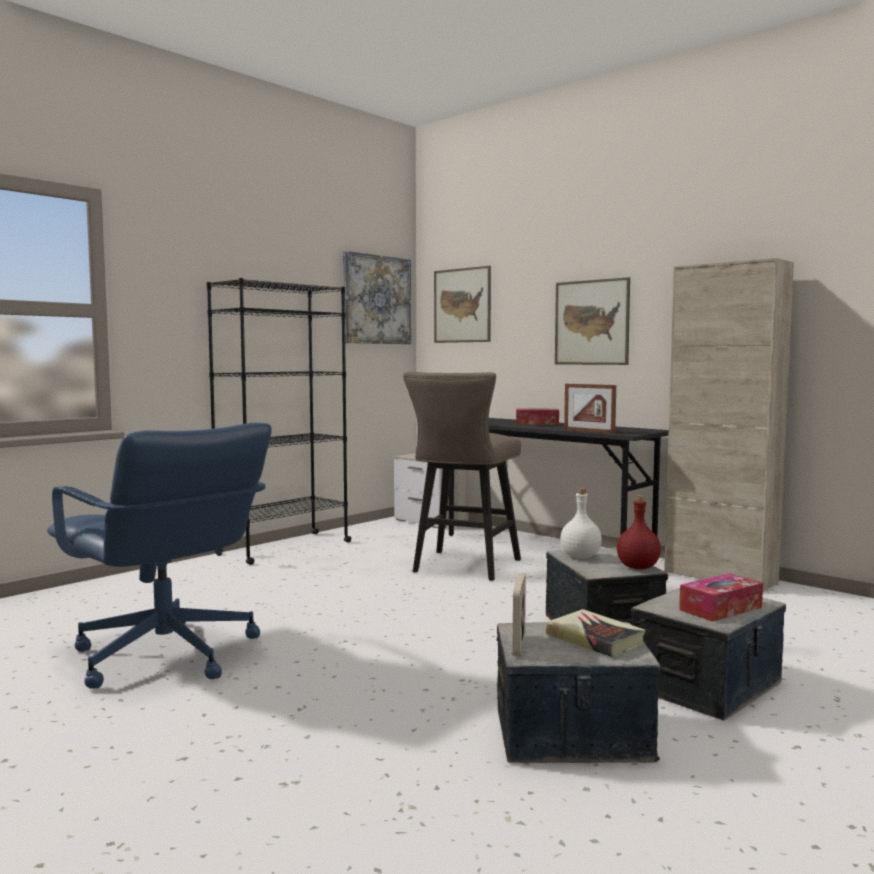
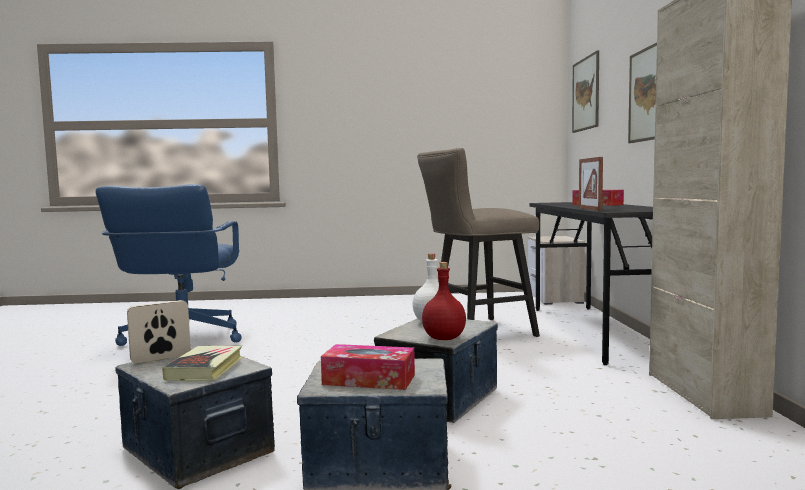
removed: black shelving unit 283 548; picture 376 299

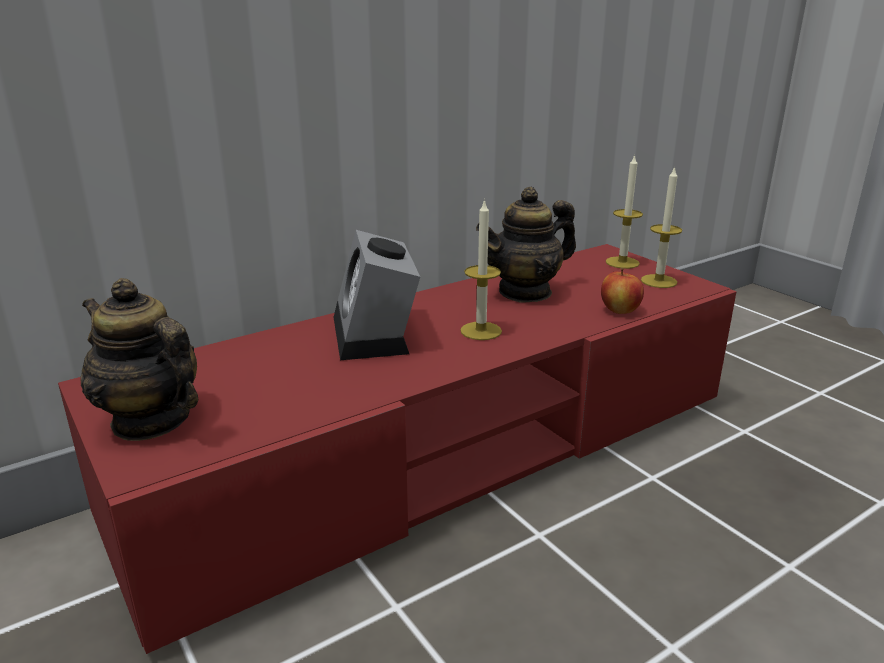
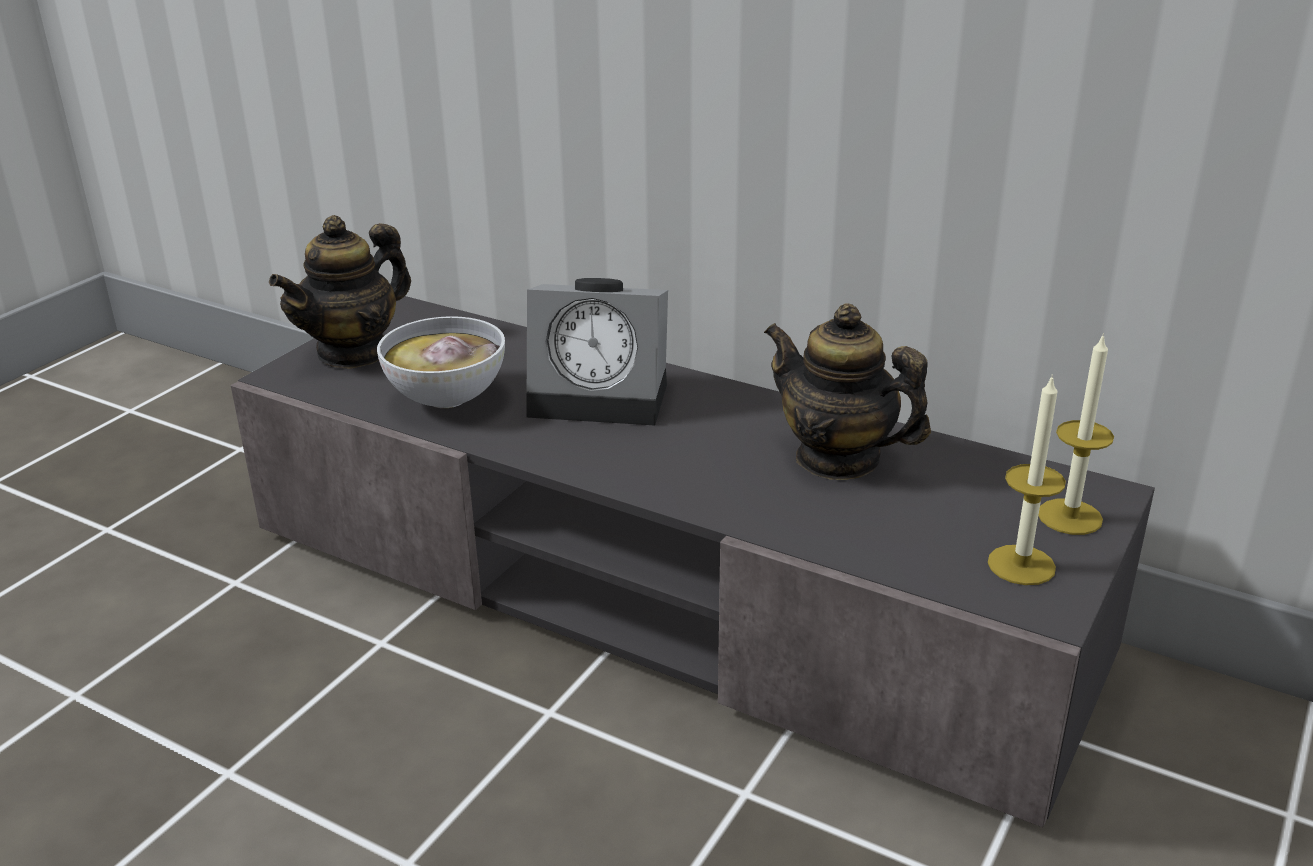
removed: wax candle 481 331; apple fruit 620 310
added: serving bowl 447 399
recoloured: red tv unit 442 454 to greyish tv unit 658 592
turned: tea pot 150 420 = 354 352 150 degrees counterclockwise; table clock 376 335 = 604 397 135 degrees counterclockwise

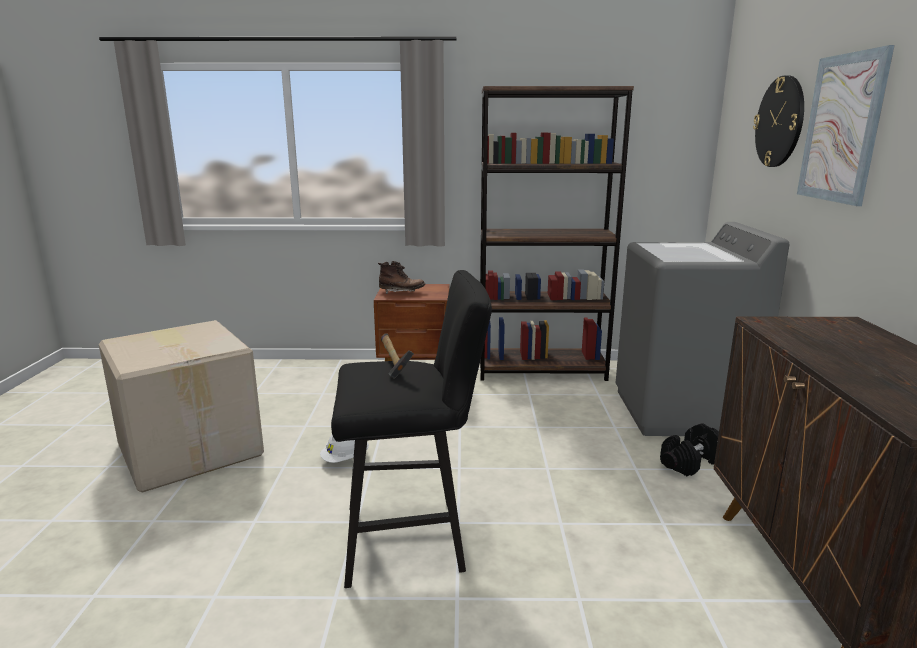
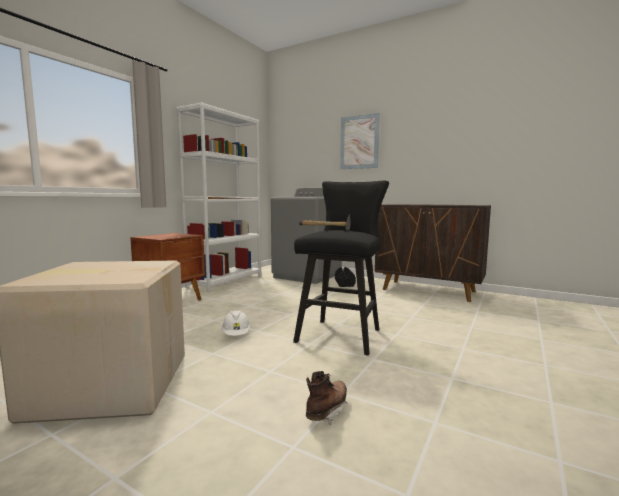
removed: hanging clock 780 122
moved: brownish high-top boot 401 292 to 327 410
recoloured: brownish shelving unit 541 370 to white-coloured shelving unit 226 281

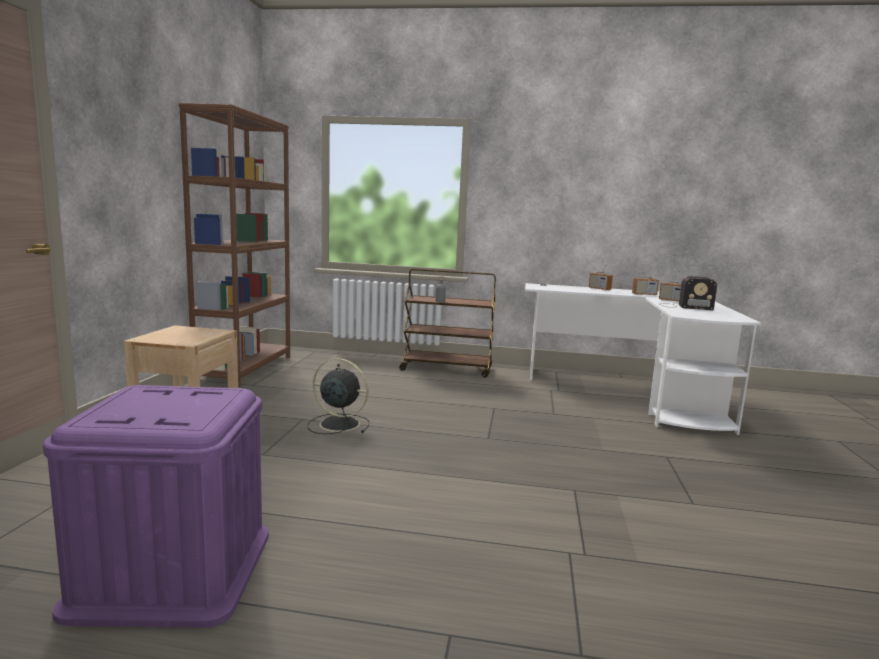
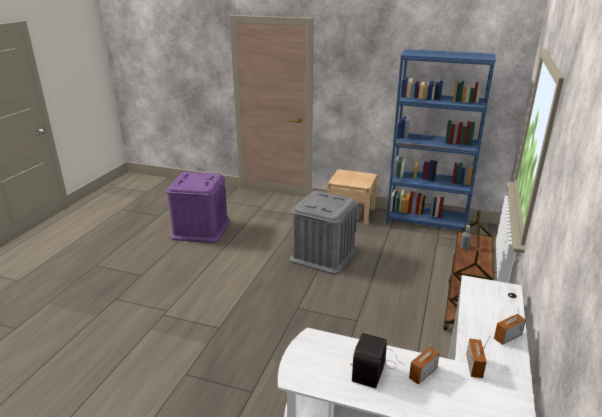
replaced: black electric fan 338 424 to greyish storage container 323 255
recoloured: brownish shelving unit 245 368 to bluish shelving unit 426 222

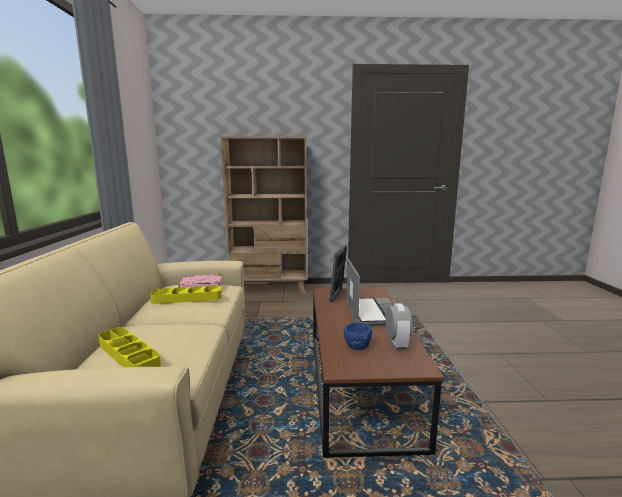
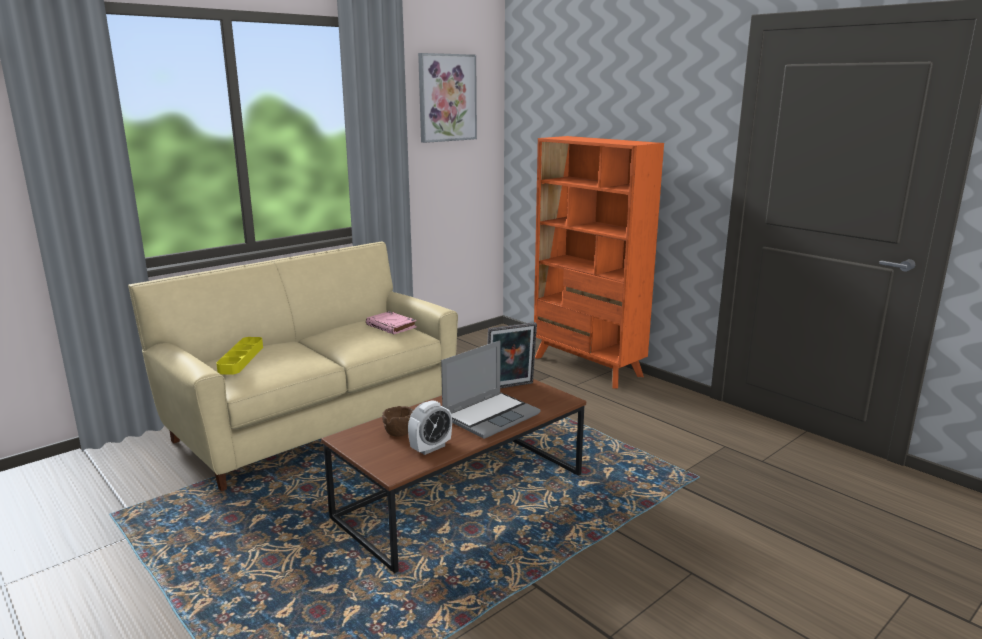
removed: yellowish carrying tray 187 298
added: picture 447 98
recoloured: beige-coloured shelving unit 269 290 to orange-coloured shelving unit 587 367; bluish serving bowl 357 346 to brownish serving bowl 399 432

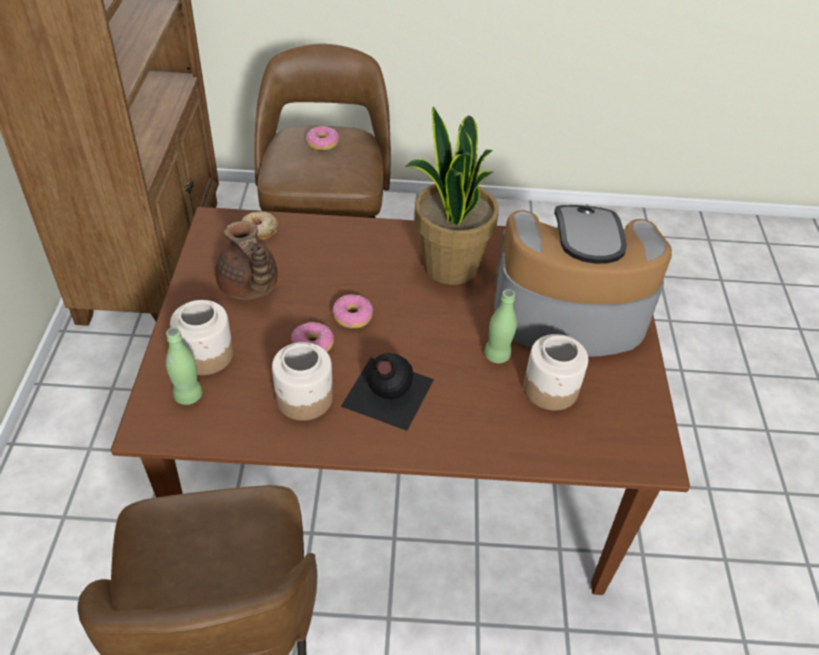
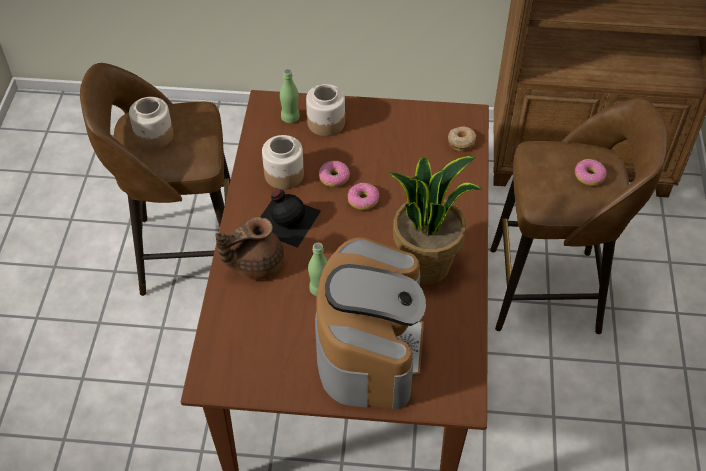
moved: brownish tea pot 249 287 to 255 264; jar 551 388 to 154 136

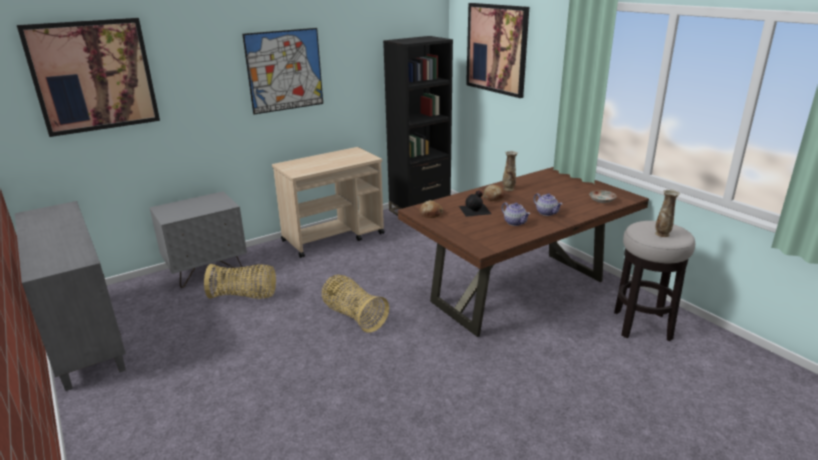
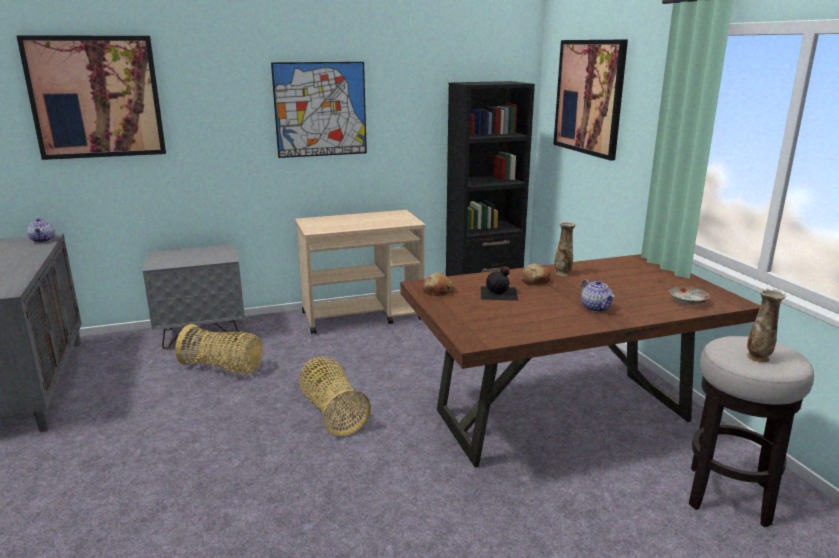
moved: tea pot 515 222 to 43 240

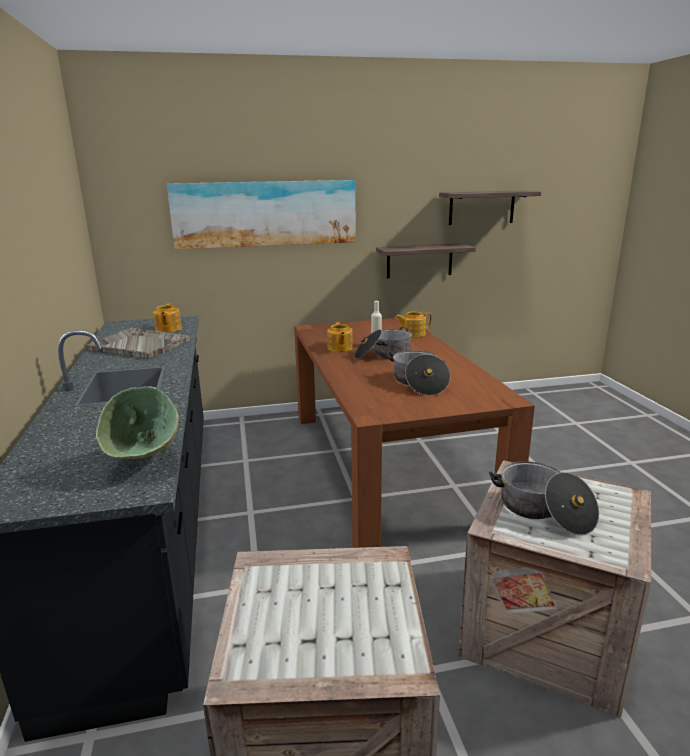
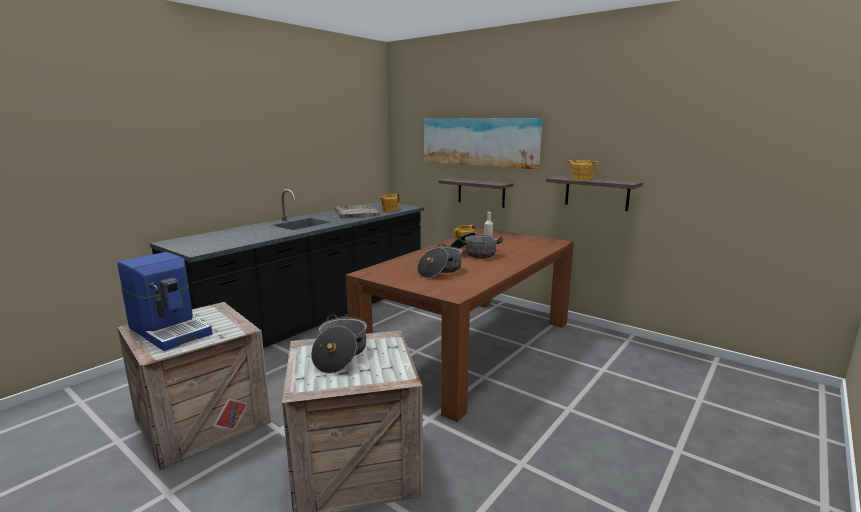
removed: green-coloured serving bowl 148 464
added: coffee machine 171 330
moved: tea pot 413 334 to 581 179; bracket shelf 481 207 to 481 192

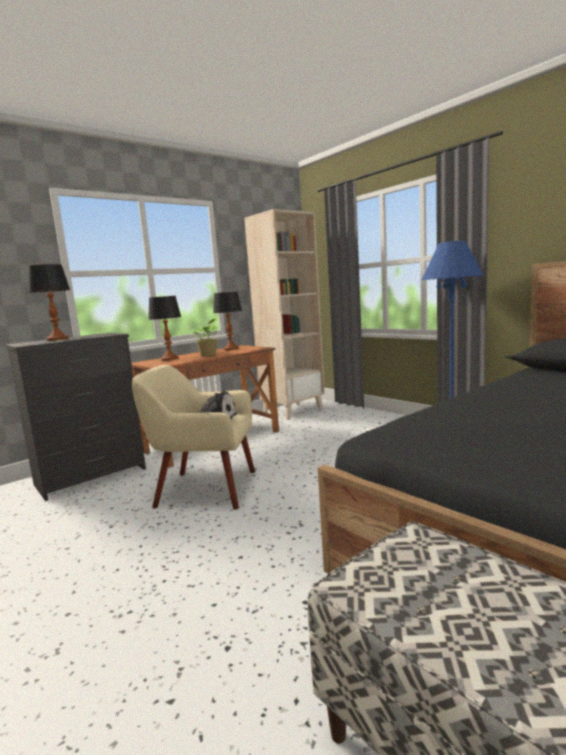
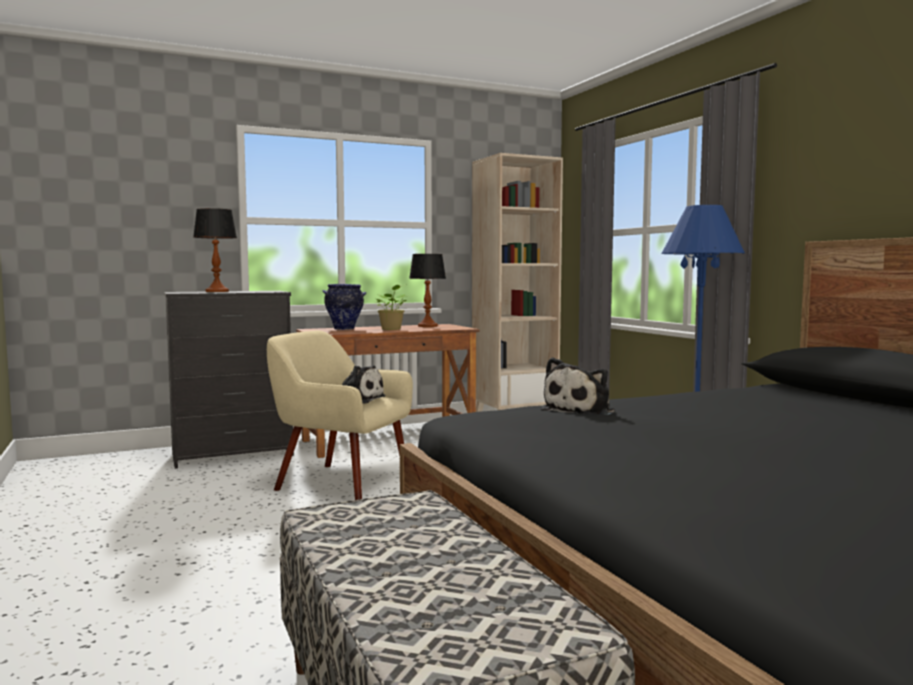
added: soft toy 581 411
replaced: table lamp 170 359 to flower vase 344 329

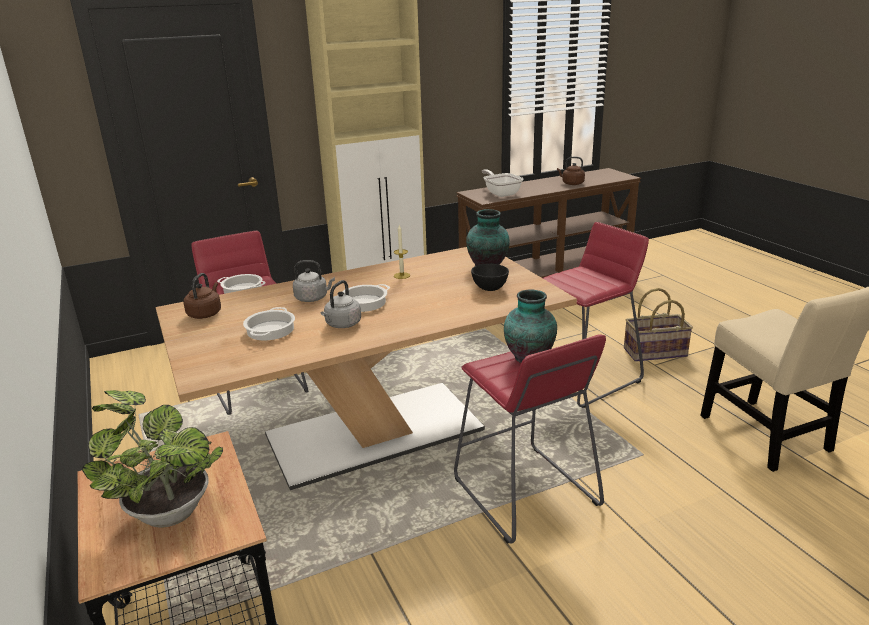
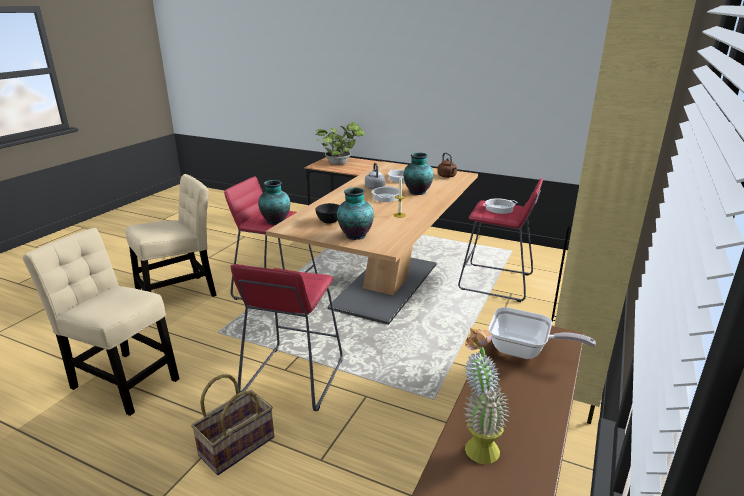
added: beige-coloured plain chair 180 293
replaced: greyish water kettle 313 298 to flower vase 417 192; brownish water kettle 571 183 to houseplant 477 443

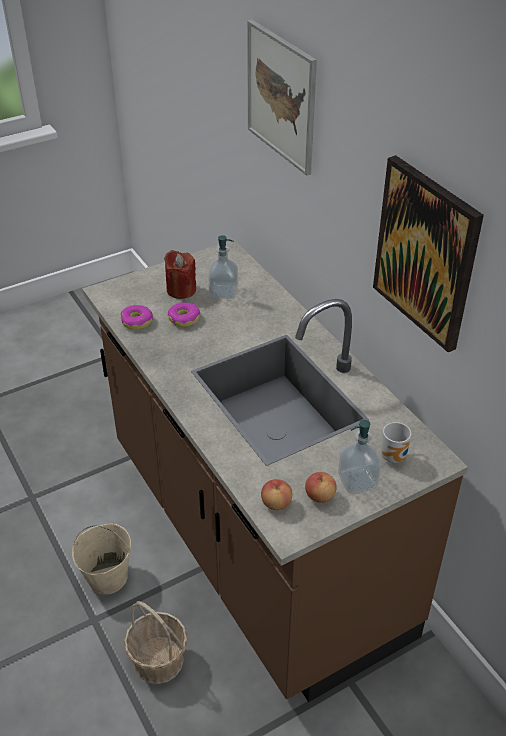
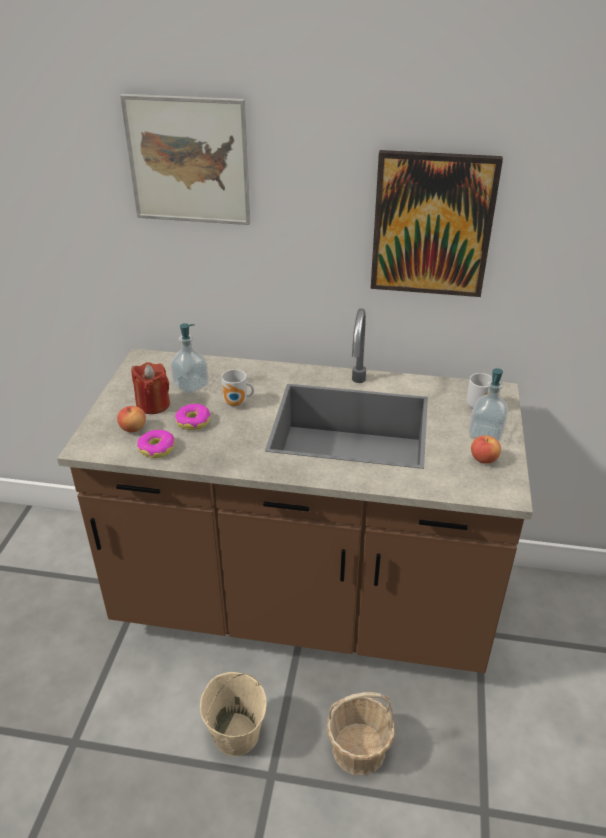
added: mug 237 404
moved: apple fruit 276 503 to 133 428

